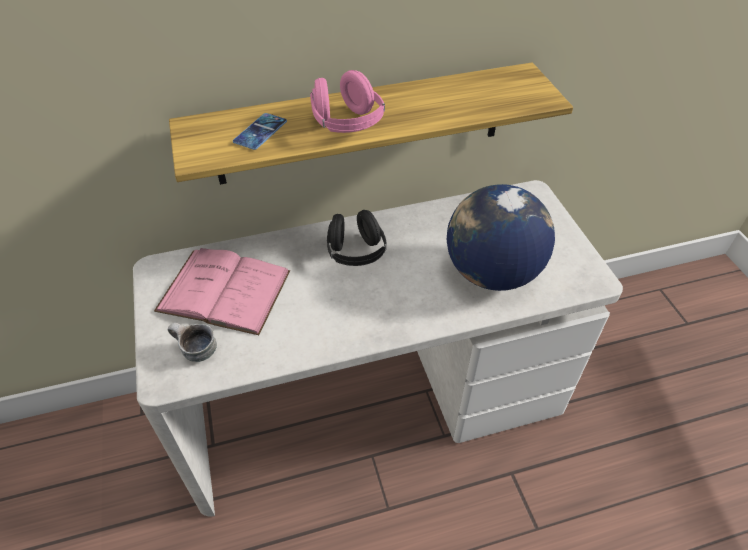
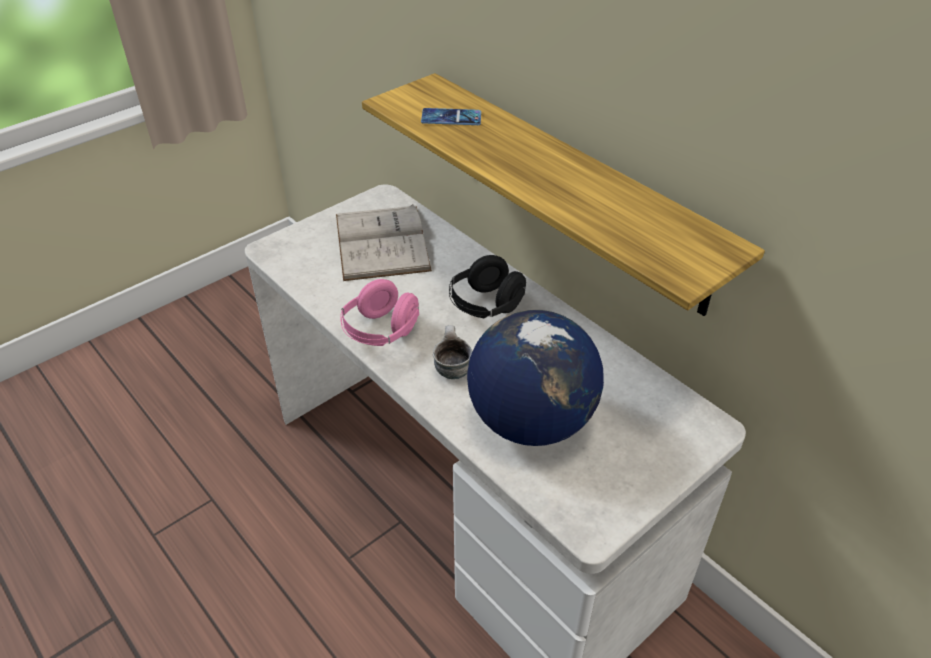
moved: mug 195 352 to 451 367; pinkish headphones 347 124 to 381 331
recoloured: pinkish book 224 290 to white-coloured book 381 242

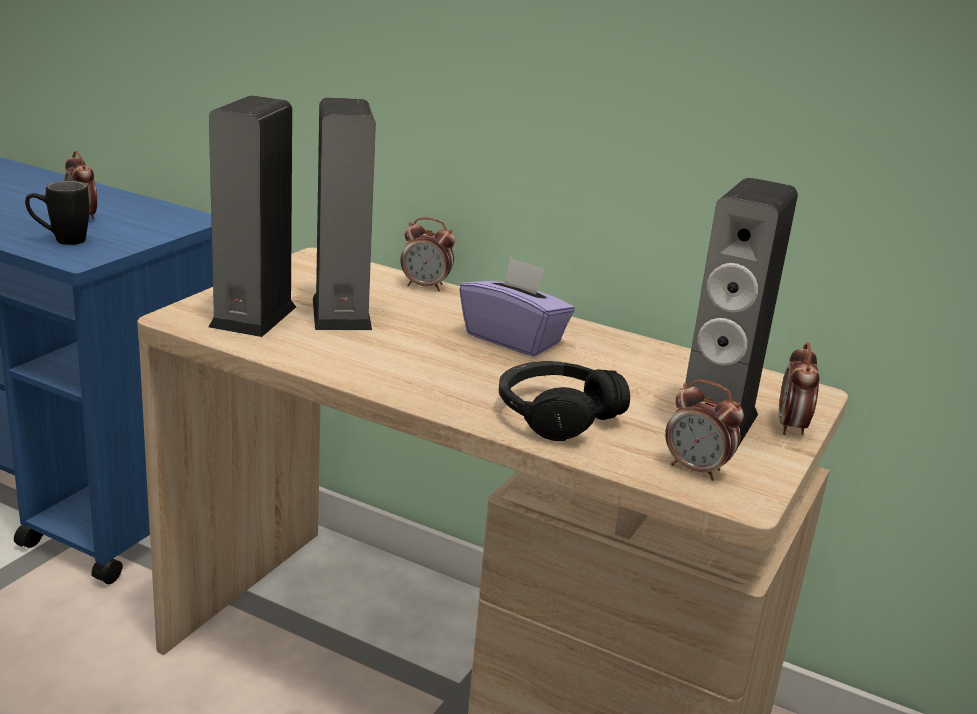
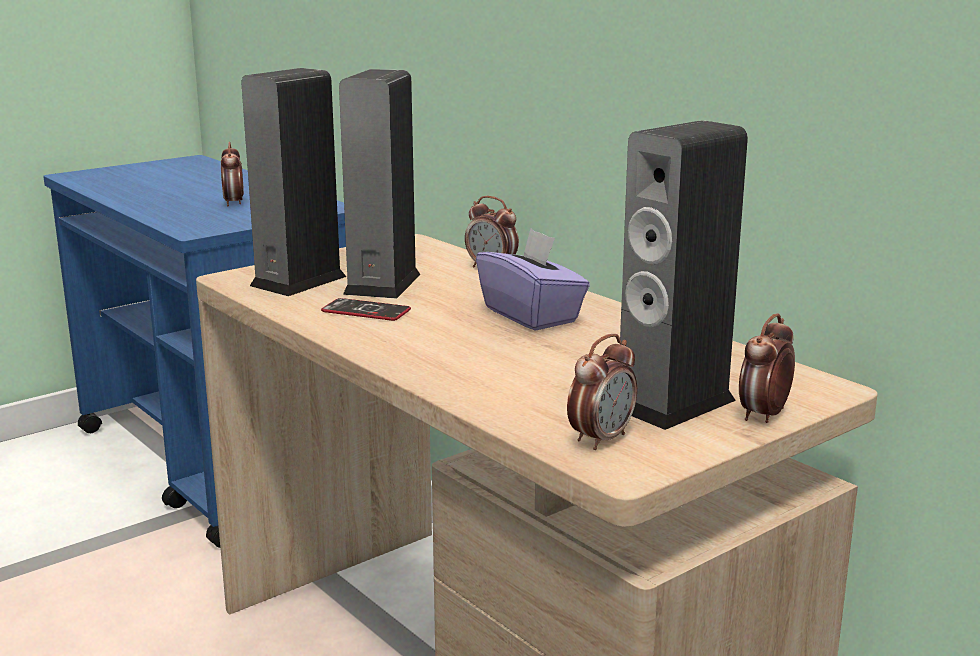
removed: black mug 60 240; black headphones 556 415
added: telephone 366 311
turned: table clock 696 470 = 601 439 105 degrees counterclockwise

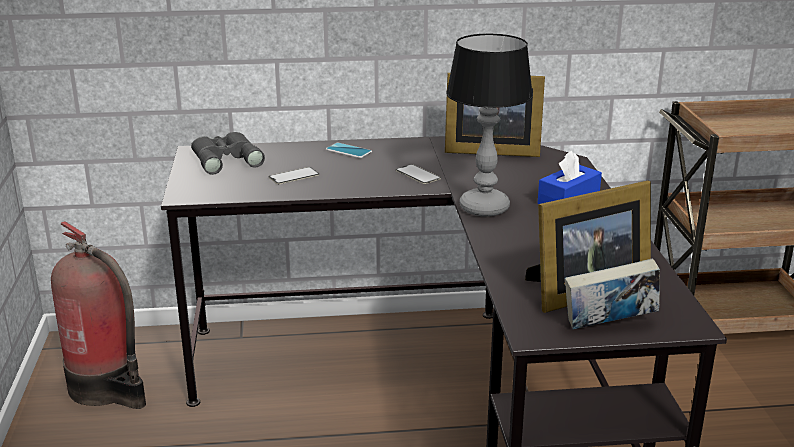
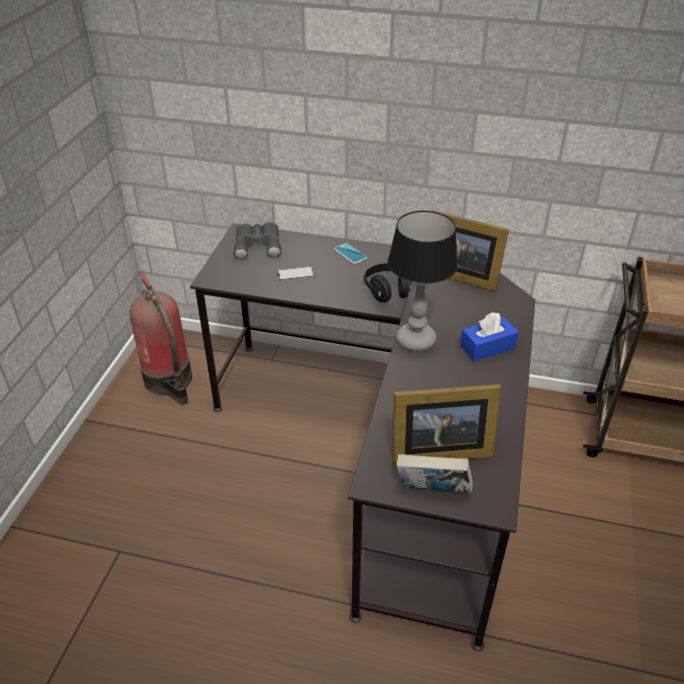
replaced: telephone 418 174 to black headphones 387 291

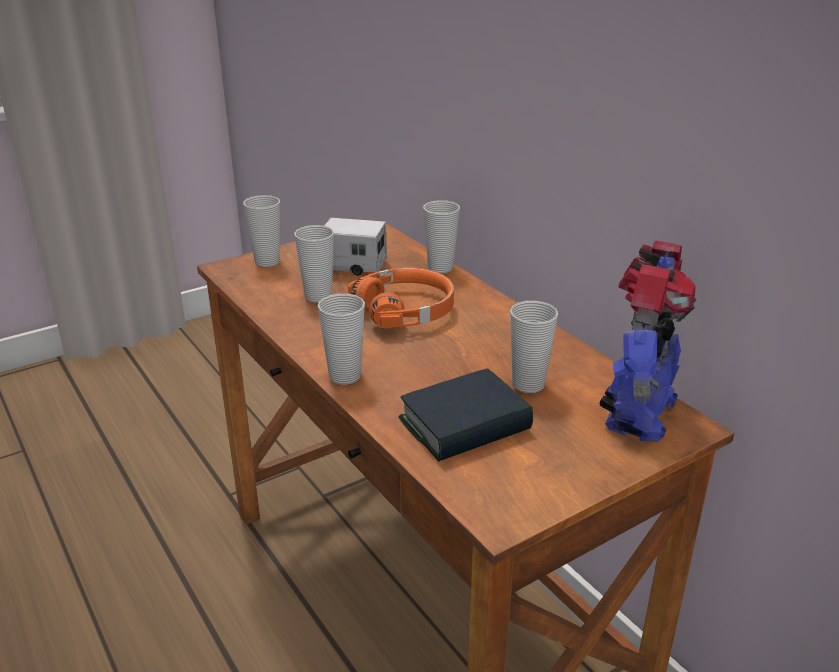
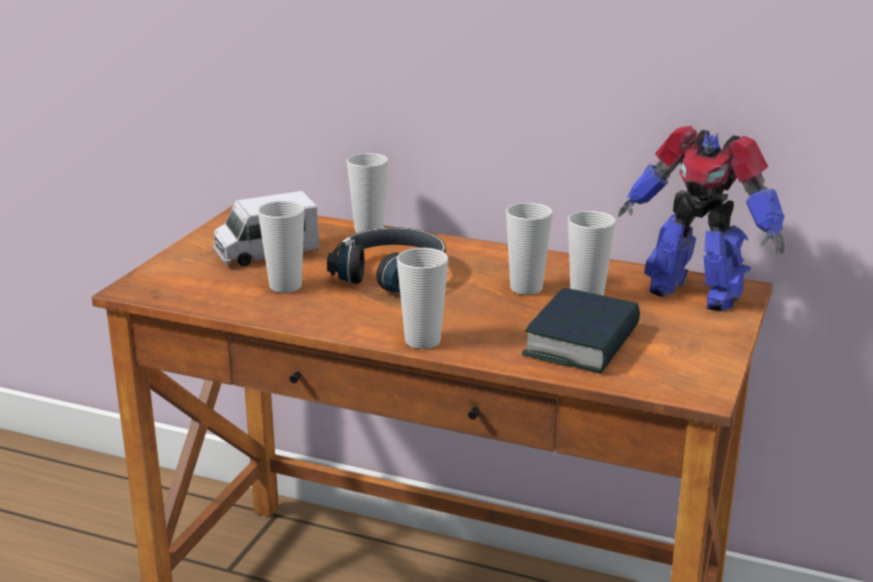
moved: small cup 267 262 to 526 288
recoloured: orange-coloured headphones 406 310 to black headphones 392 273
turned: toy robot 637 413 = 694 292 135 degrees clockwise

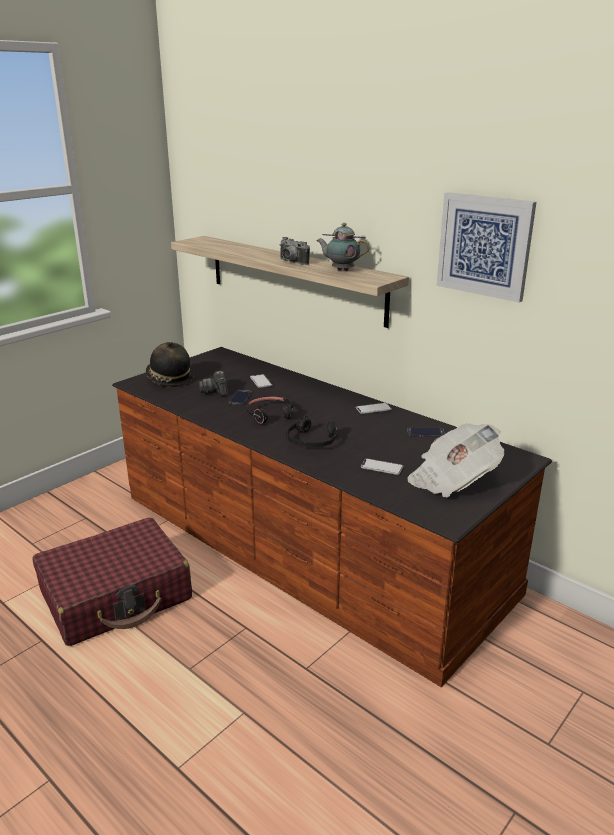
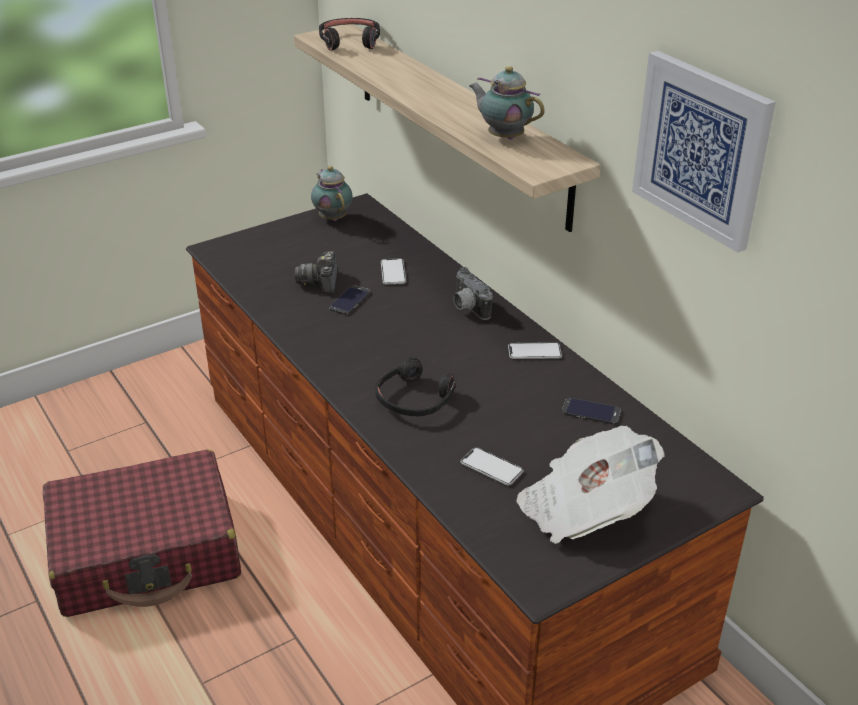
removed: clothing hat 169 379
added: tea pot 332 217
moved: black headphones 269 414 to 350 41; still camera 291 262 to 467 308

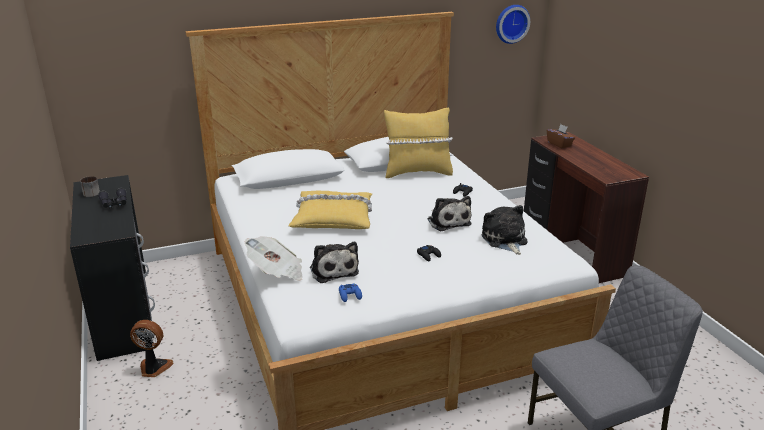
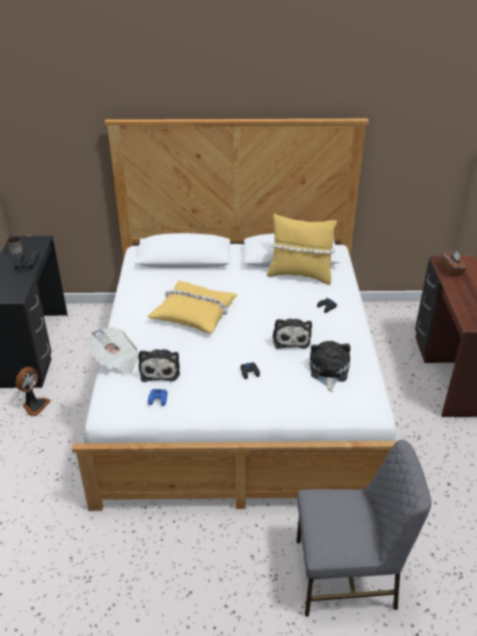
removed: hanging clock 511 23
turned: electric fan 154 368 = 34 405 90 degrees clockwise

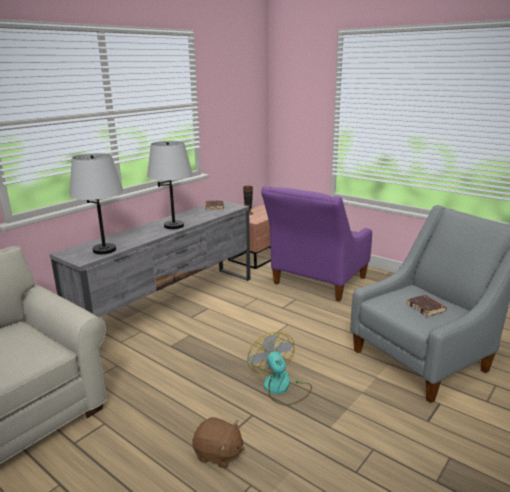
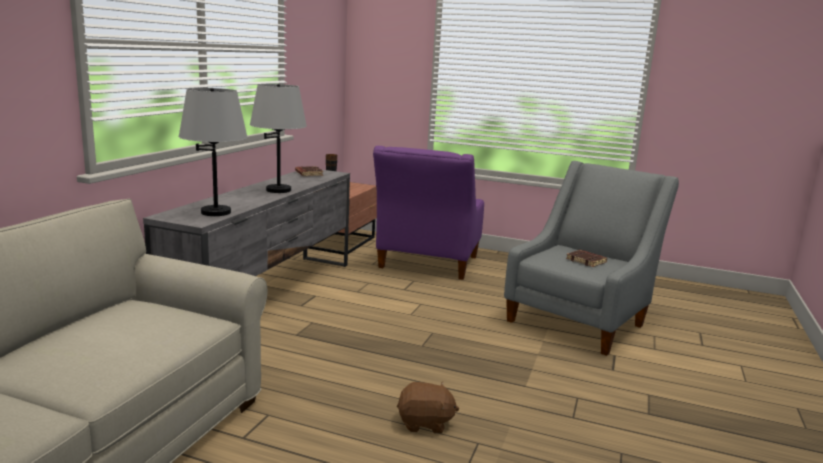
removed: electric fan 281 388

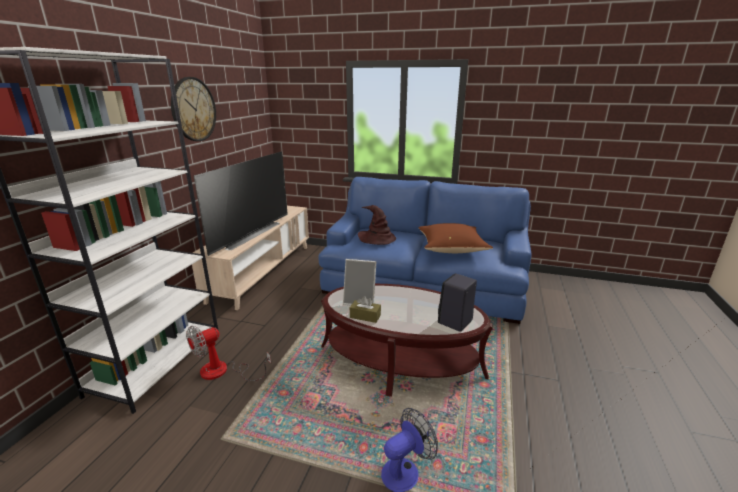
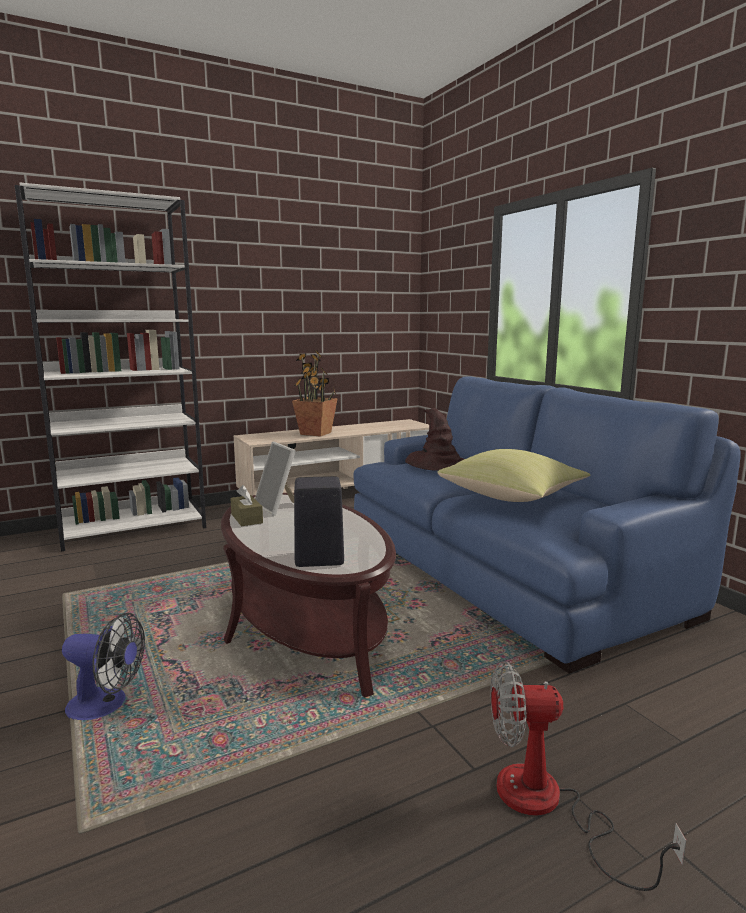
removed: hanging clock 193 109
moved: electric fan 223 371 to 547 806
replaced: TV set 249 234 to houseplant 315 433
recoloured: brownish cushion 452 249 to yellowish cushion 513 497

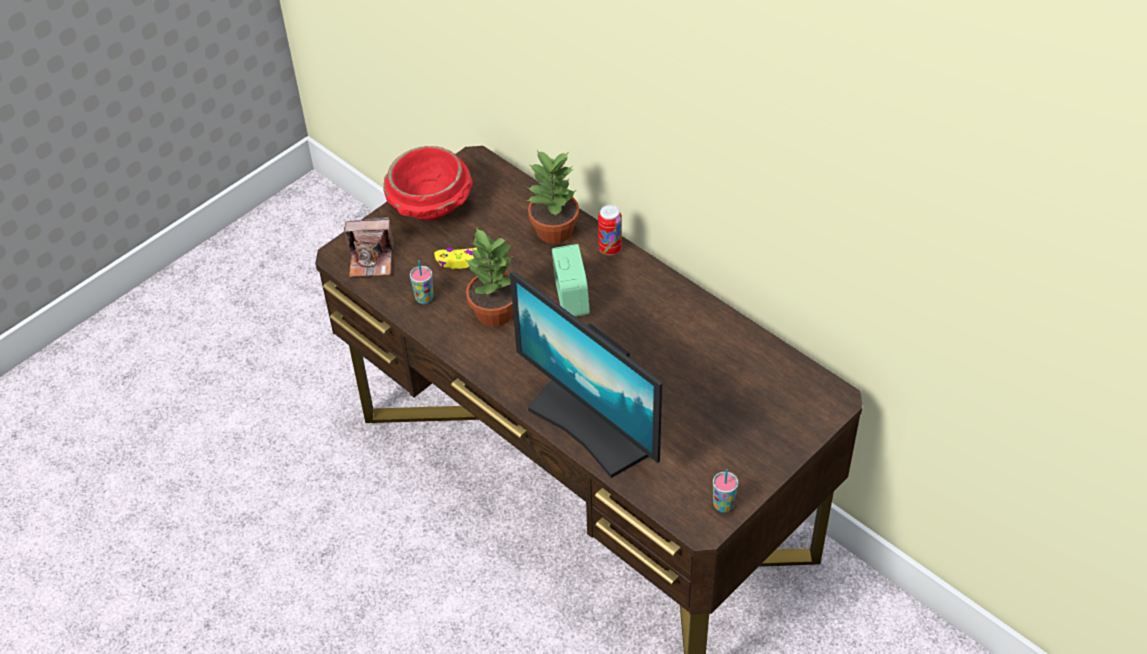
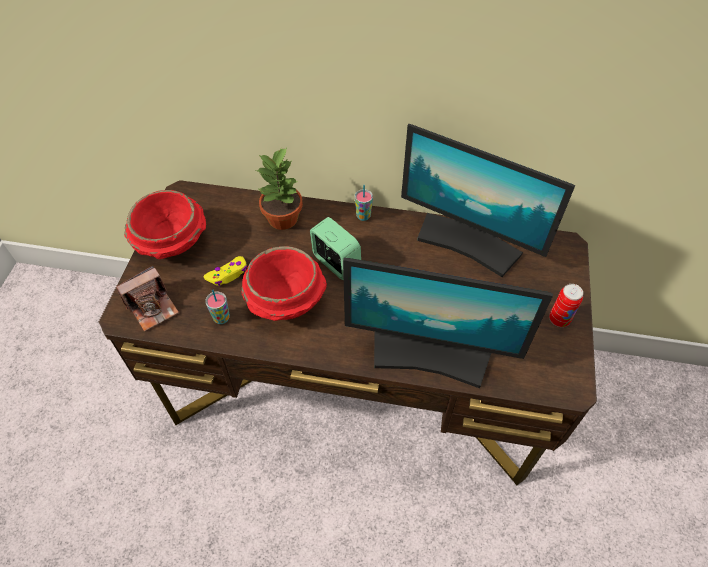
added: computer screen 468 242
moved: sealed can 610 249 to 559 319; small cup 723 505 to 363 216
replaced: houseplant 493 312 to red serving bowl 285 301

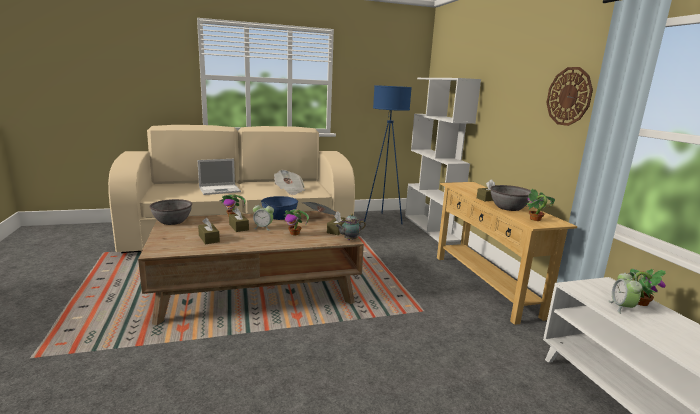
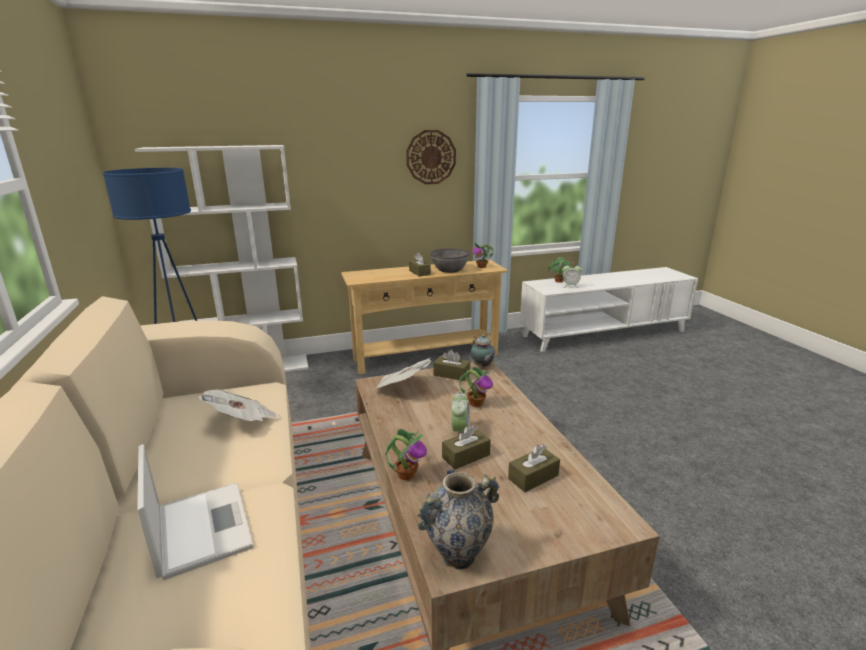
removed: bluish serving bowl 279 216
replaced: greyish serving bowl 172 221 to flower vase 457 556

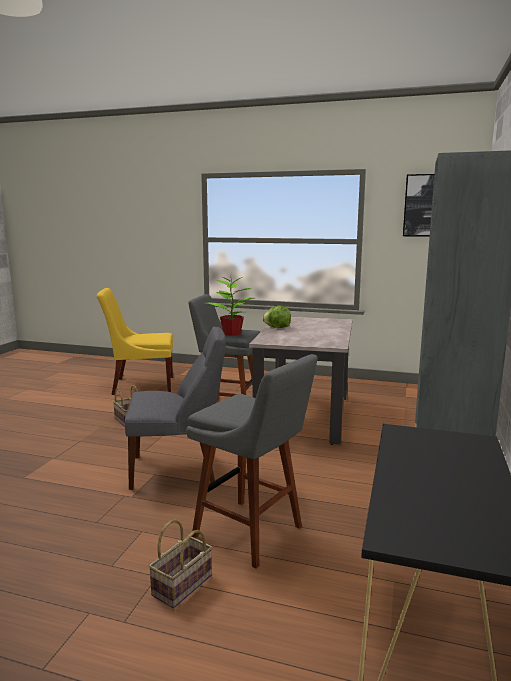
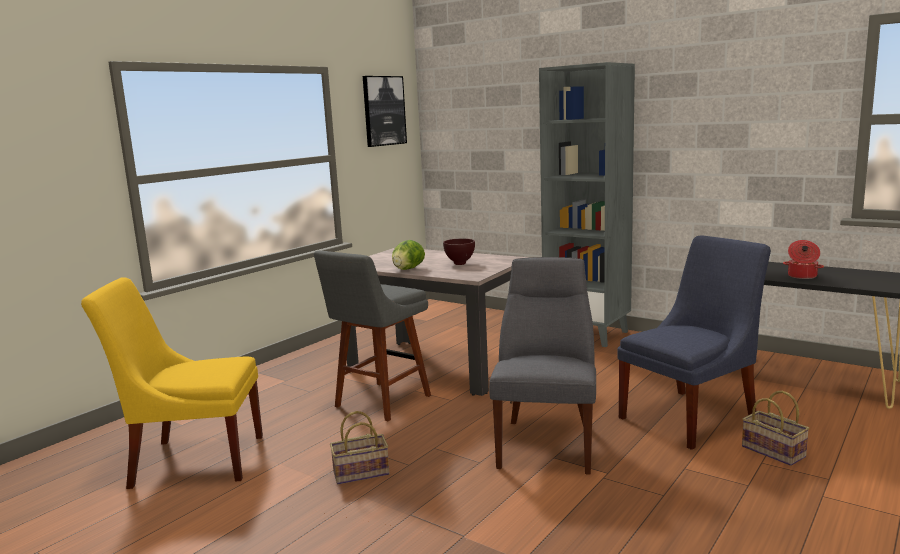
removed: houseplant 232 333
added: brownish serving bowl 460 264; saucepot 802 276
replaced: greyish stool seat 252 534 to bluish plain chair 691 417
turned: yellowish plain chair 140 385 = 192 460 75 degrees clockwise

